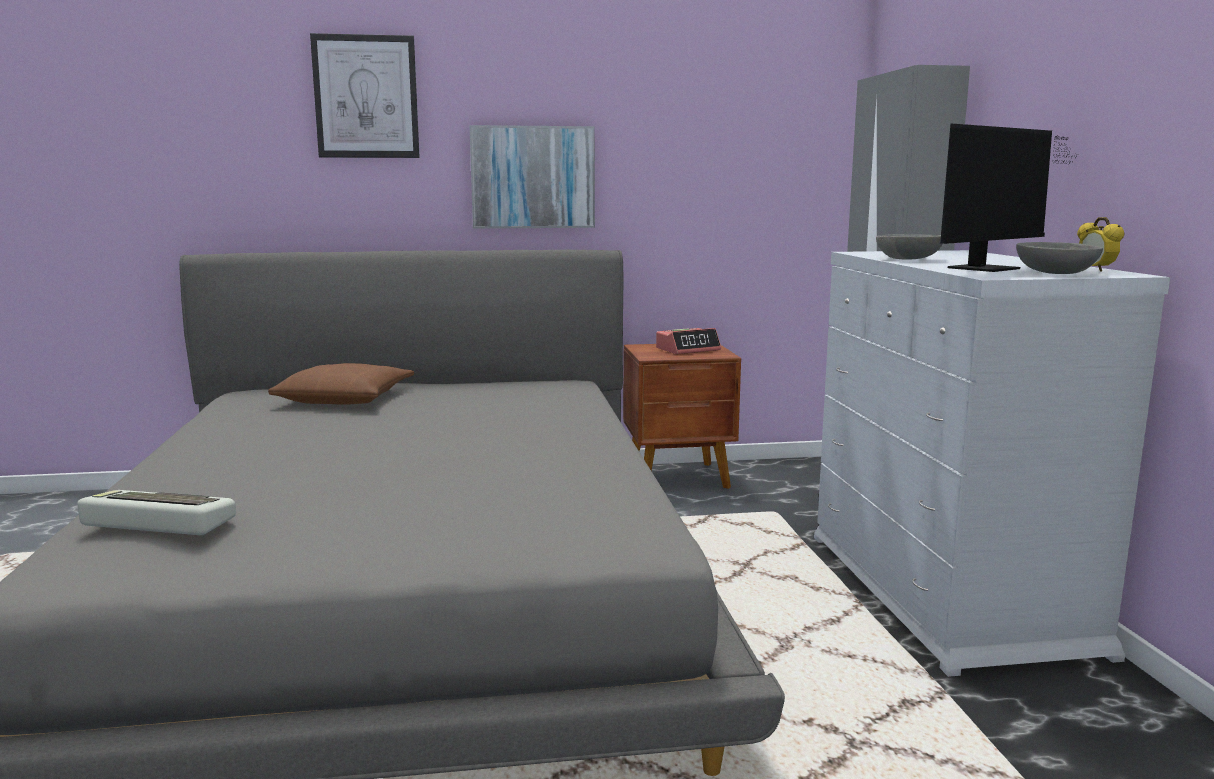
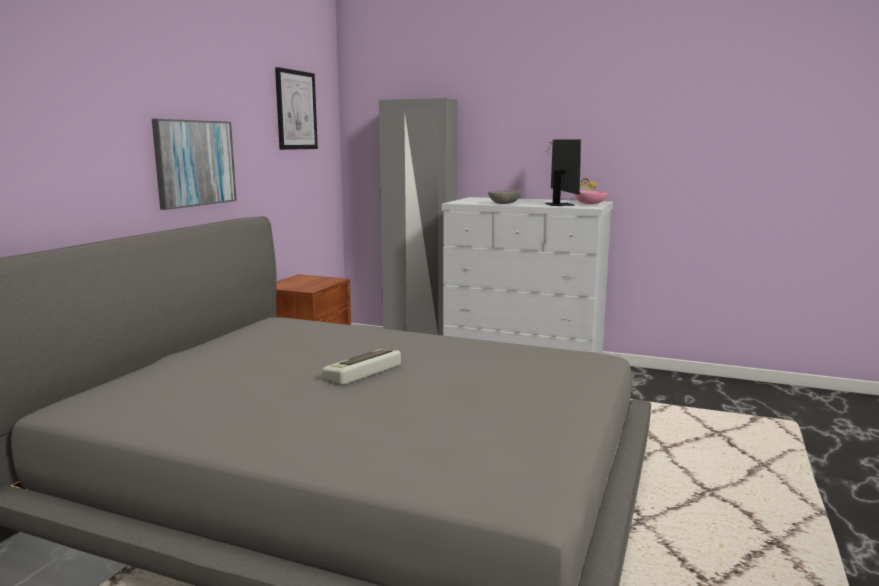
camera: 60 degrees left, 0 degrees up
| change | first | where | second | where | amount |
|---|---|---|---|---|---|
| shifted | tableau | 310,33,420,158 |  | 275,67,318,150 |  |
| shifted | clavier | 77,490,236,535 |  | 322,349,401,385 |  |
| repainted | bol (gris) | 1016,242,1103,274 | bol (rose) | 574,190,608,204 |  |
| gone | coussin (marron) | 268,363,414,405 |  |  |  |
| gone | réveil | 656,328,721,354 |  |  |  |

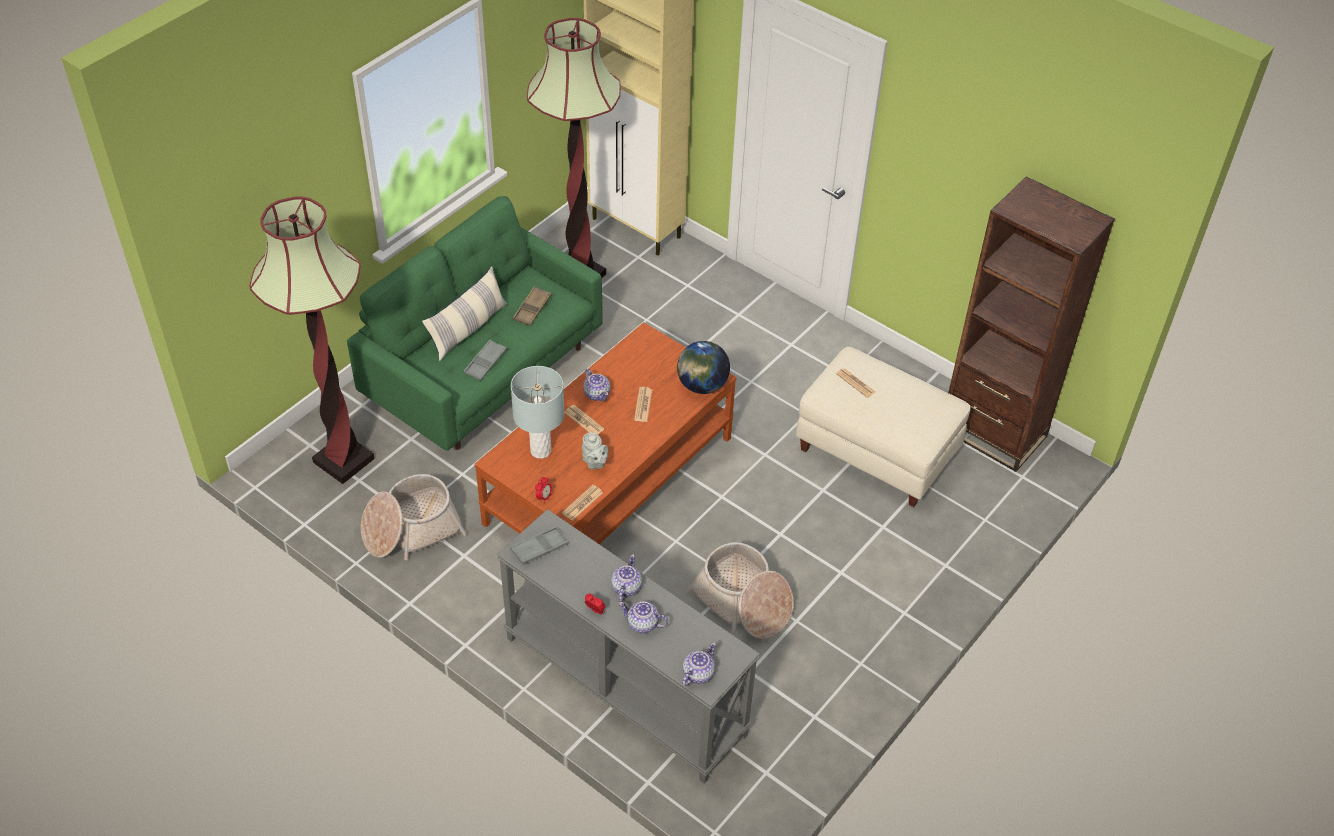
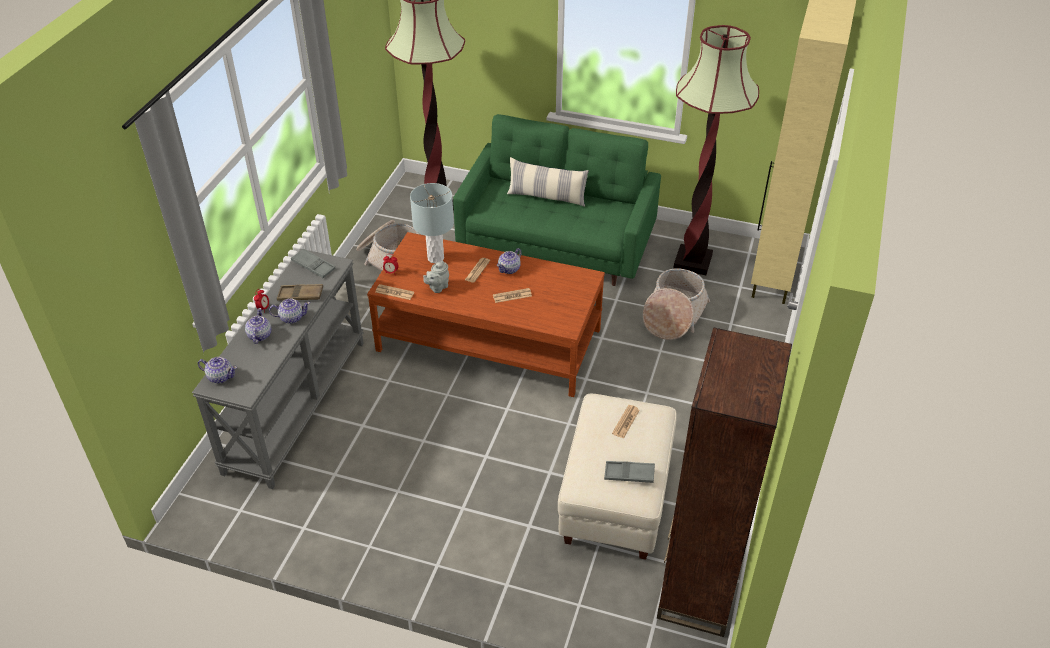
camera: 70 degrees right, 5 degrees down
| change | first | where | second | where | amount |
|---|---|---|---|---|---|
| shifted | plateau (marron) | 513,287,552,326 |  | 277,284,323,301 |  |
| shifted | plateau (gris) | 464,340,507,381 |  | 604,461,655,483 |  |
| shifted | panier | 686,542,794,639 |  | 643,268,710,340 |  |
| gone | globe | 677,341,730,394 |  |  |  |

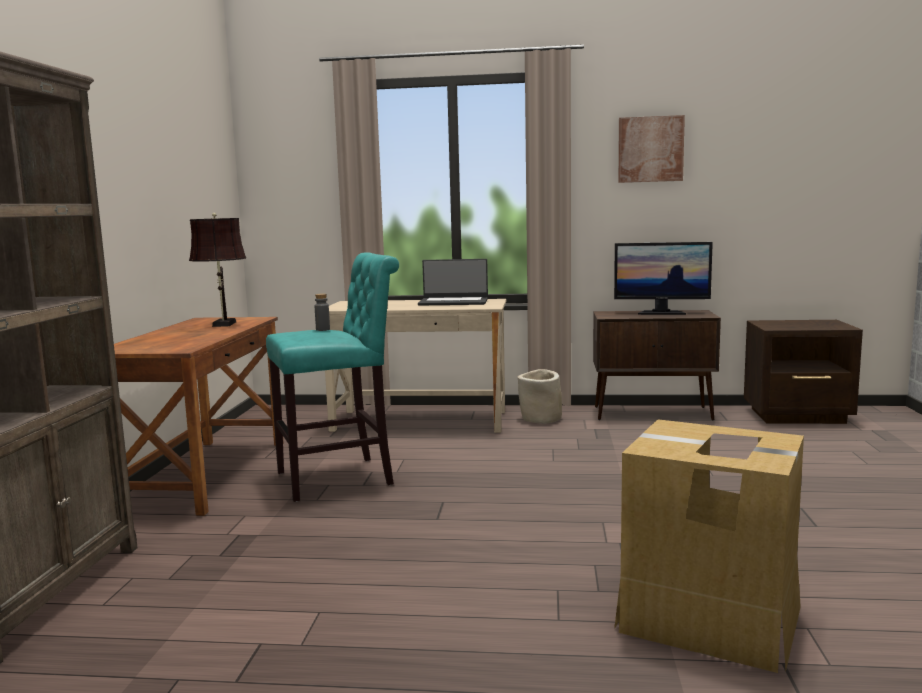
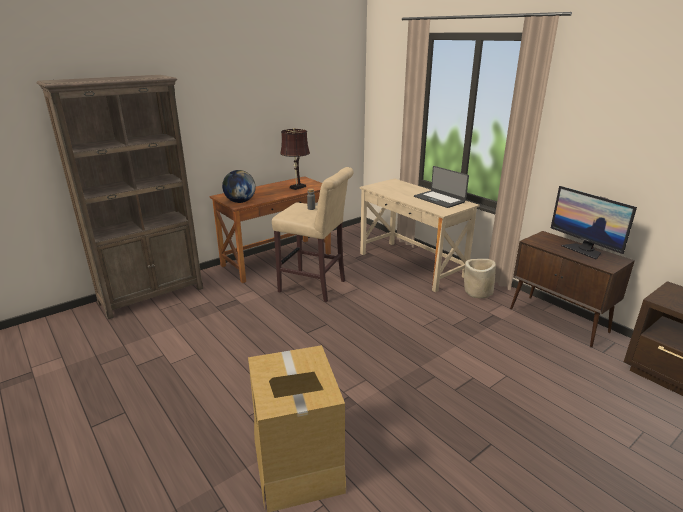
camera: 45 degrees right, 15 degrees up
| change | first | where | second | where | amount |
|---|---|---|---|---|---|
| new |  |  | globe | 222,170,256,203 |  |
| repainted | tabouret (turquoise) | 266,252,399,502 | tabouret (beige) | 272,167,354,302 |  |
| gone | tableau | 618,115,685,183 |  |  |  |

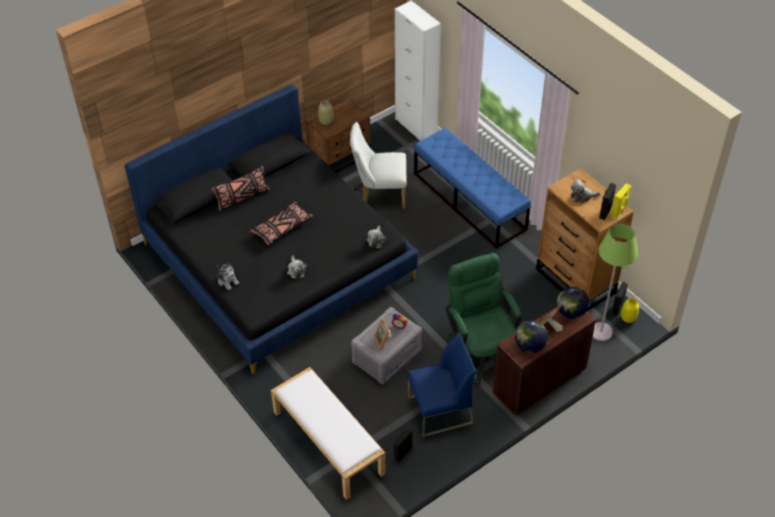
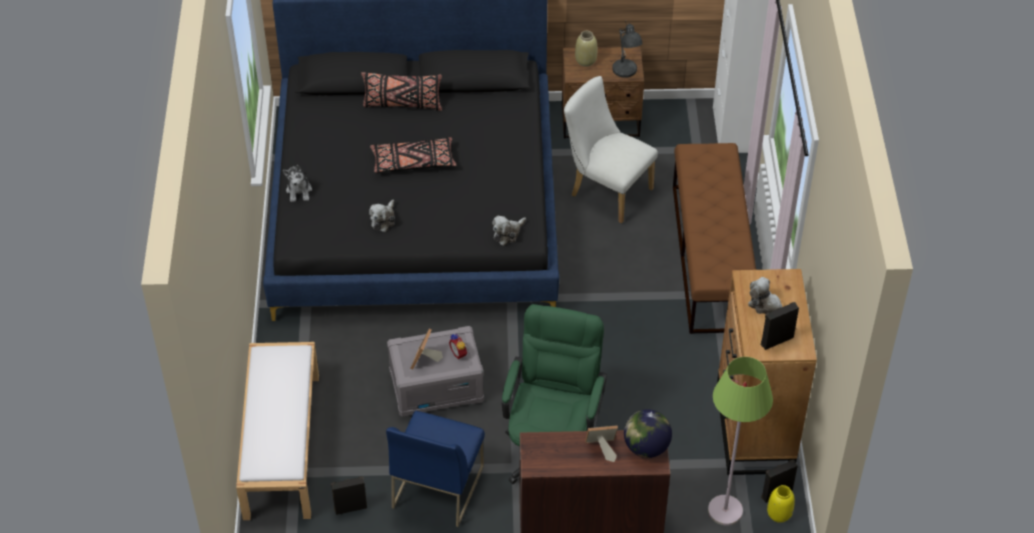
camera: 35 degrees right, 0 degrees up
| change | first | where | second | where | amount |
|---|---|---|---|---|---|
| rotated | chaise (bleu) | 407,333,476,437 |  | 386,411,485,527 | 90 degrees clockwise |
| new |  |  | lampe de table (gris) | 608,21,643,78 |  |
| repainted | banc (bleu) | 414,128,531,249 | banc (marron) | 673,143,756,334 |  |
| gone | globe | 515,320,548,353 |  |  |  |
| gone | enceinte (jaune) | 611,183,631,220 |  |  |  |

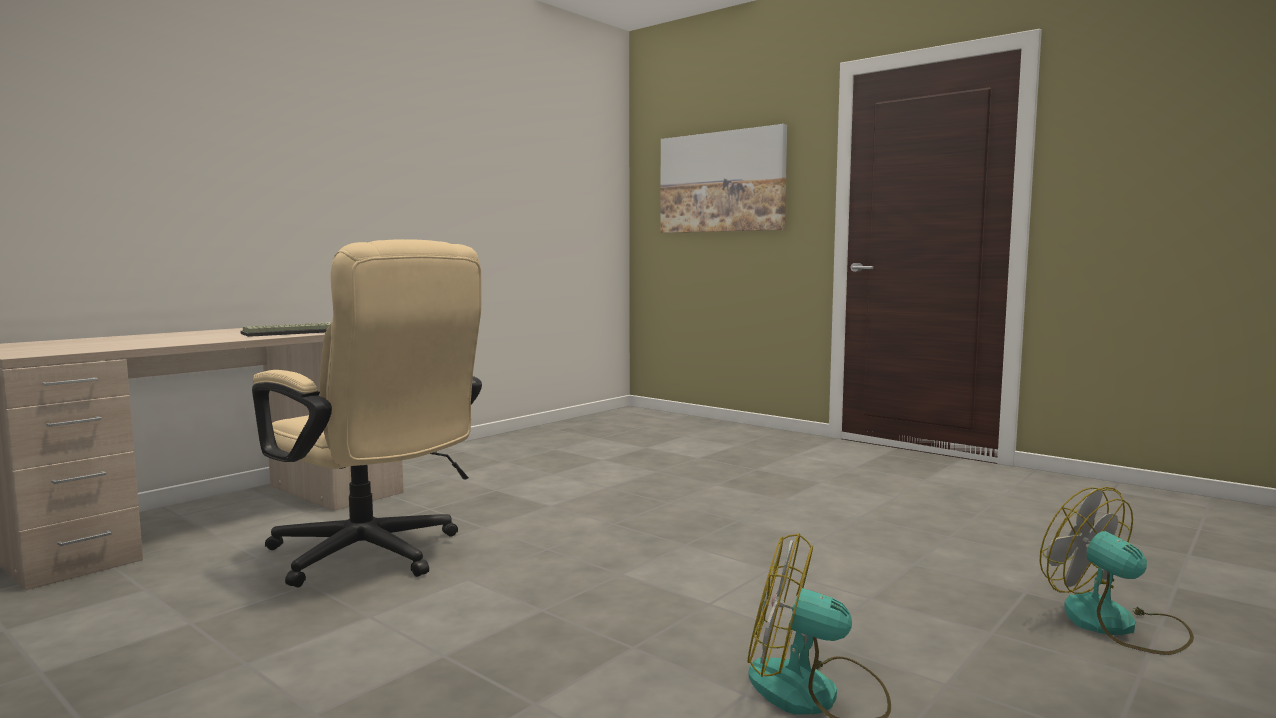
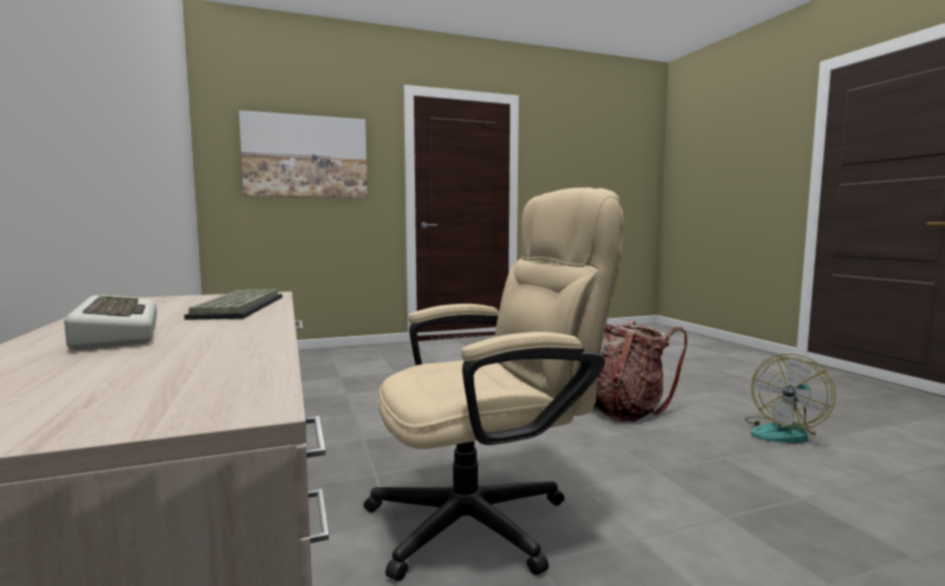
camera: 60 degrees left, 0 degrees up
| change | first | where | second | where | amount |
|---|---|---|---|---|---|
| new |  |  | clavier | 64,295,157,350 |  |
| new |  |  | sac à dos | 593,320,688,422 |  |
| gone | ventilateur | 1039,487,1194,655 |  |  |  |

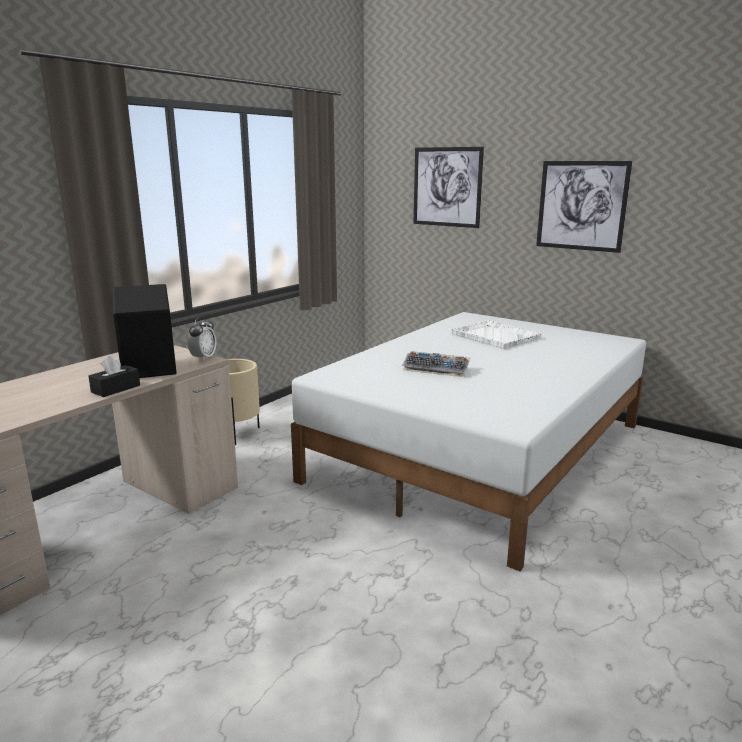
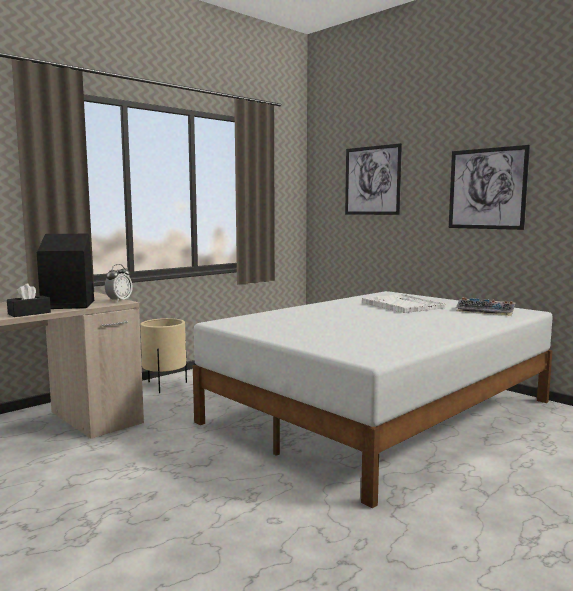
camera: 10 degrees right, 10 degrees down
| change | first | where | second | where | amount |
|---|---|---|---|---|---|
| shifted | clavier | 402,351,470,377 |  | 456,297,516,316 |  |

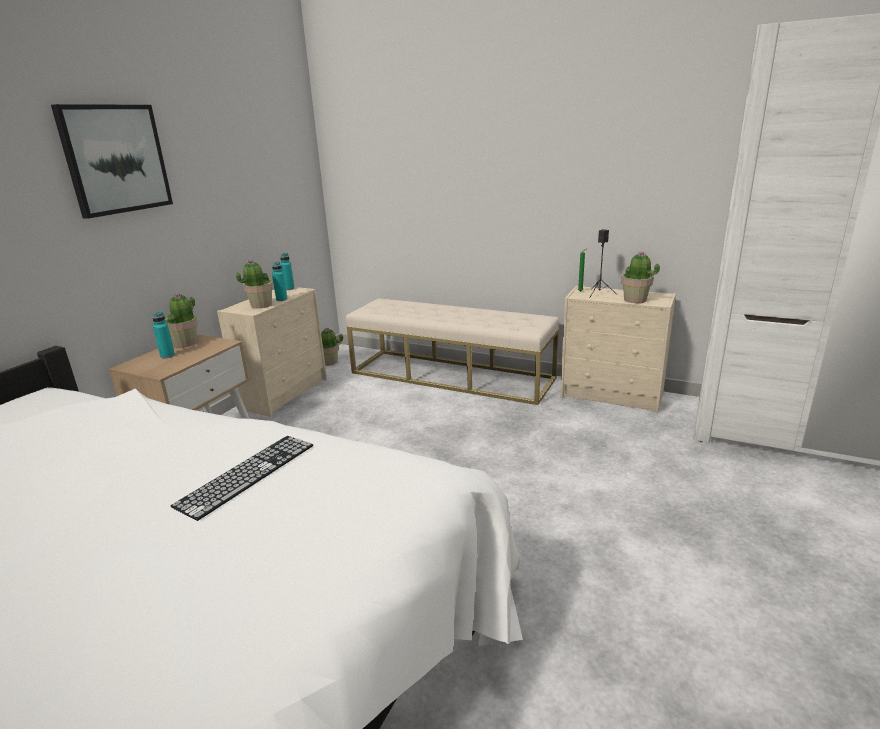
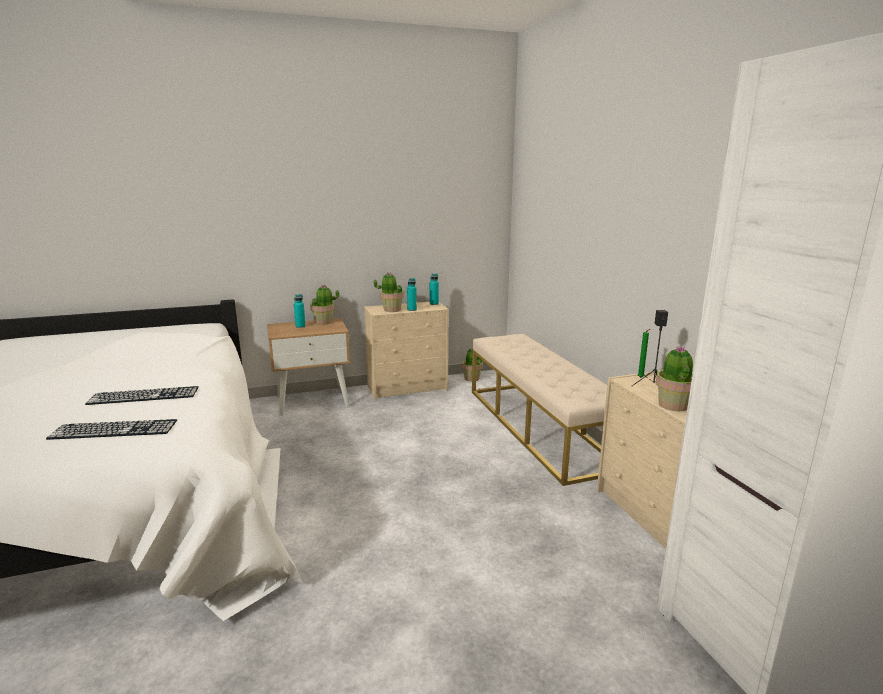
camera: 45 degrees right, 5 degrees down
| change | first | where | second | where | amount |
|---|---|---|---|---|---|
| new |  |  | clavier | 46,419,177,440 |  |
| gone | tableau | 51,104,173,219 |  |  |  |

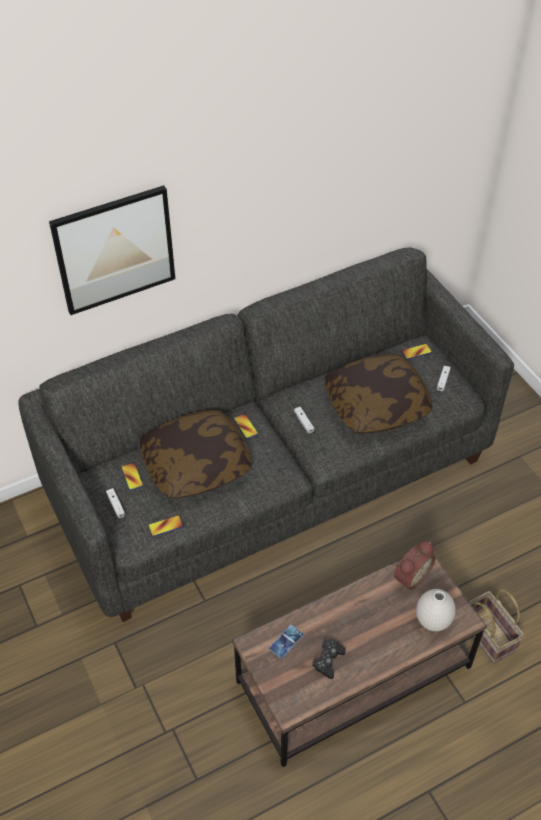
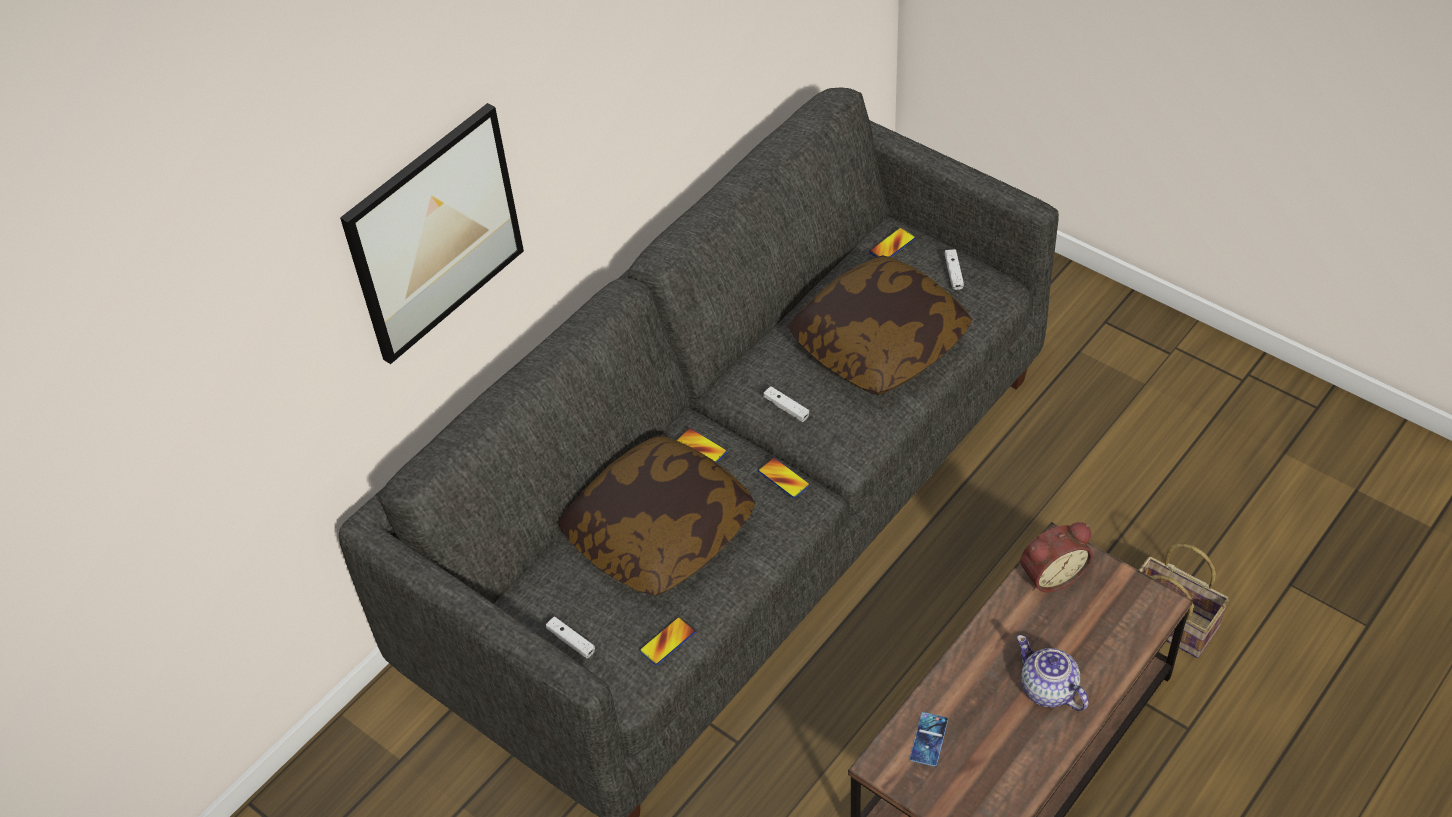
camera: 20 degrees left, 0 degrees up
| change | first | where | second | where | amount |
|---|---|---|---|---|---|
| shifted | téléphone | 121,462,144,491 |  | 758,457,810,498 |  |
| new |  |  | théière | 1017,635,1089,711 |  |
| rotated | réveil | 394,541,435,590 |  | 1020,522,1093,592 | 45 degrees clockwise |
| gone | manette (noir) | 312,639,346,679 |  |  |  |
| gone | vase (blanc) | 416,589,456,631 |  |  |  |

